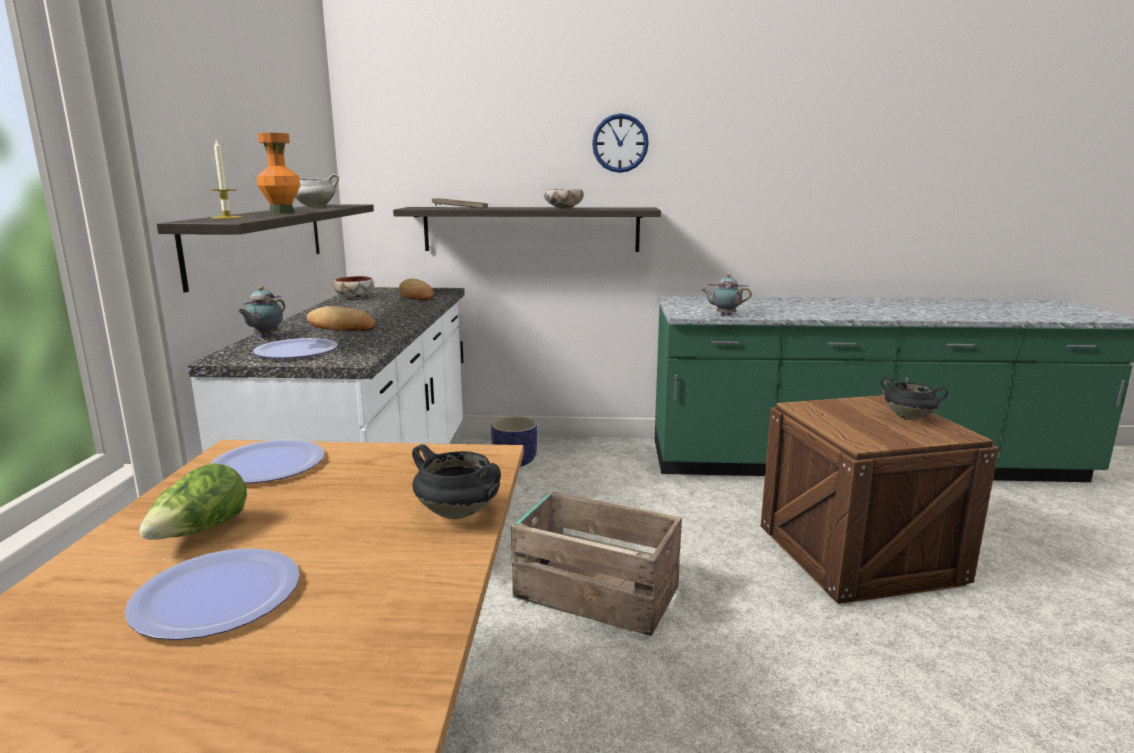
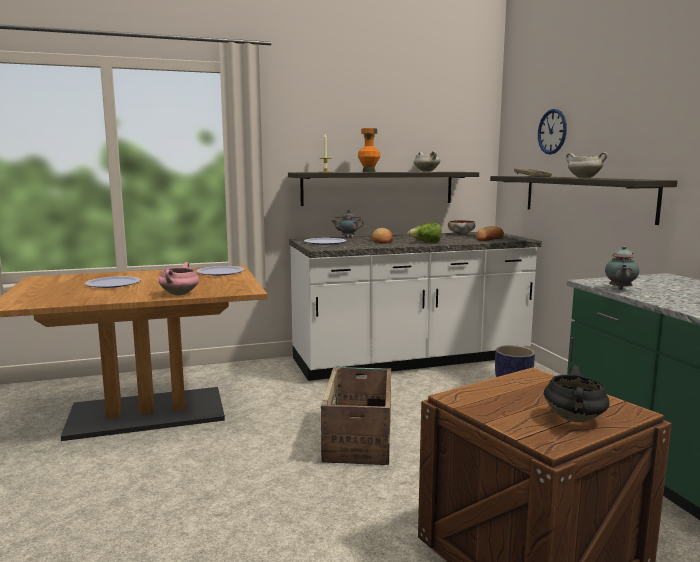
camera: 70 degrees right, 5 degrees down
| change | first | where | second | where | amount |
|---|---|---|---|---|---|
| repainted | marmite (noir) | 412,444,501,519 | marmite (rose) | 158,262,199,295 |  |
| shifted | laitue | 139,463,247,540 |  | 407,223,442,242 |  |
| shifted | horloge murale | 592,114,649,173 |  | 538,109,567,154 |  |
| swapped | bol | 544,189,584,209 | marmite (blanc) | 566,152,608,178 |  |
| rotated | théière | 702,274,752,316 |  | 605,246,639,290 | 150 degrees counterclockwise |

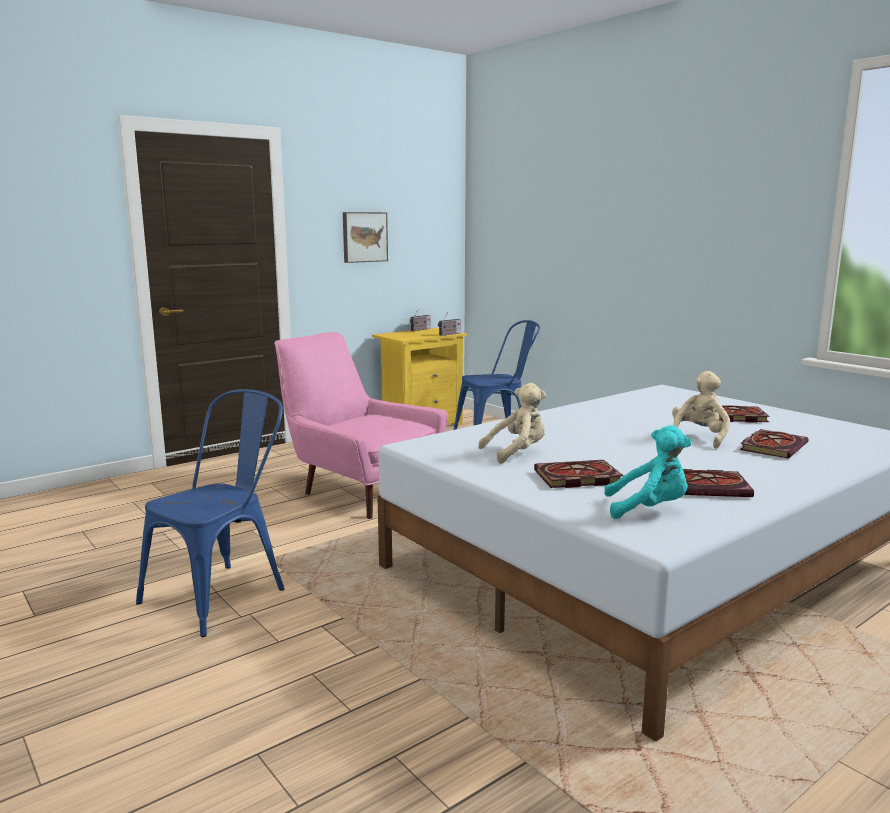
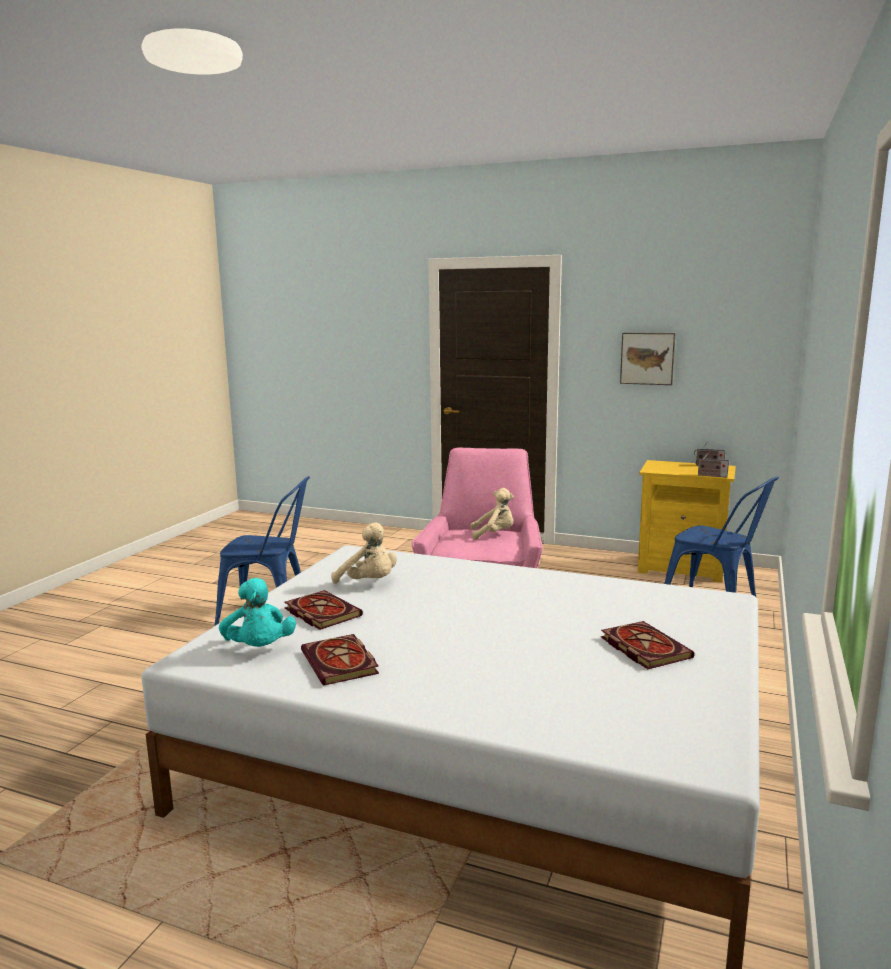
camera: 60 degrees right, 0 degrees up
| change | first | where | second | where | amount |
|---|---|---|---|---|---|
| shifted | peluche (beige) | 672,371,730,449 |  | 470,488,514,540 |  |
| gone | livre | 740,429,809,459 |  |  |  |

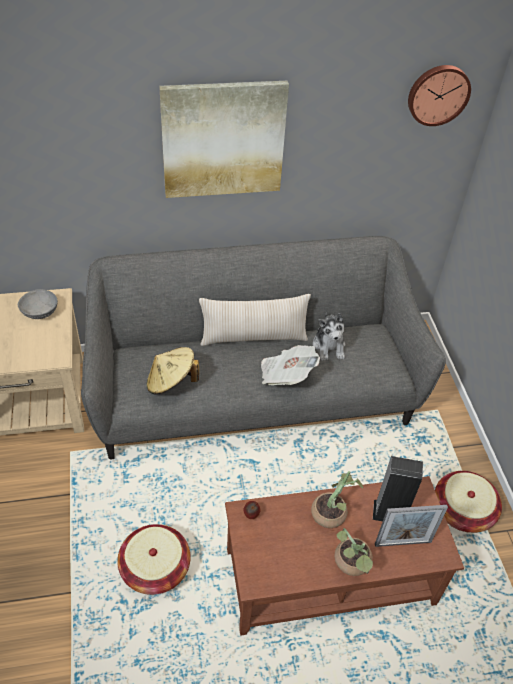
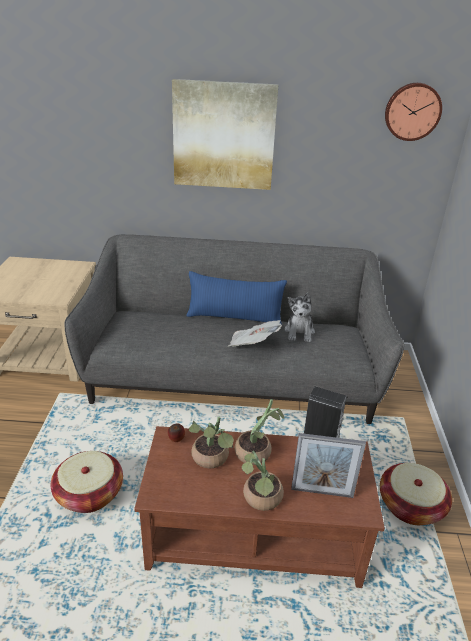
camera: 15 degrees right, 15 degrees down
| change | first | where | second | where | amount |
|---|---|---|---|---|---|
| repainted | coussin (beige) | 199,294,311,346 | coussin (bleu) | 186,271,287,325 |  |
| new |  |  | plante en pot | 189,416,234,468 |  |
| gone | bol (gris) | 18,289,58,319 |  |  |  |
| gone | chapeau (beige) | 147,347,199,395 |  |  |  |

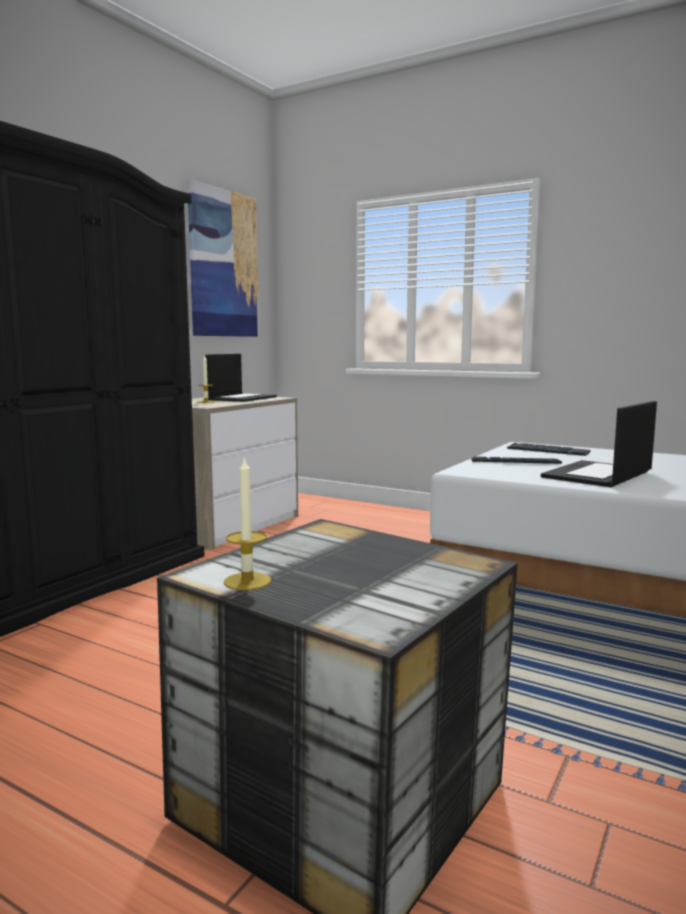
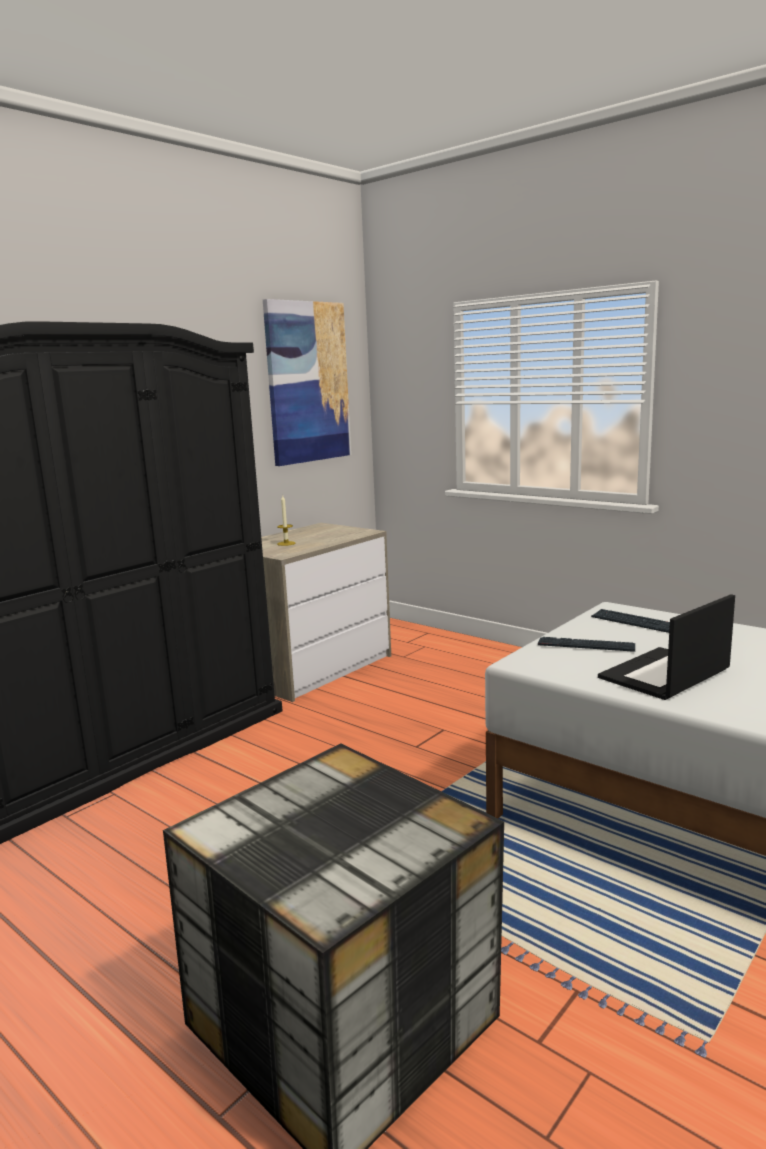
camera: 10 degrees right, 5 degrees up
| change | first | where | second | where | amount |
|---|---|---|---|---|---|
| gone | ordinateur portable | 205,354,277,402 |  |  |  |
| gone | bougie | 224,456,271,590 |  |  |  |

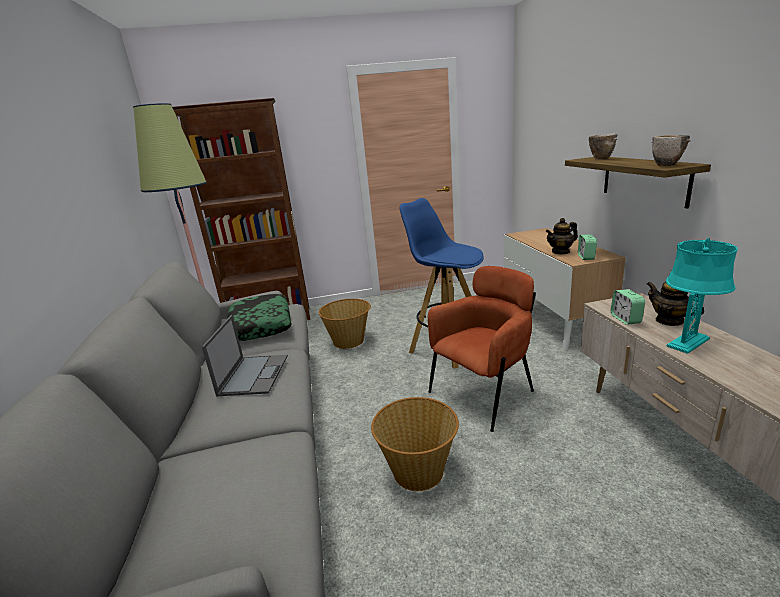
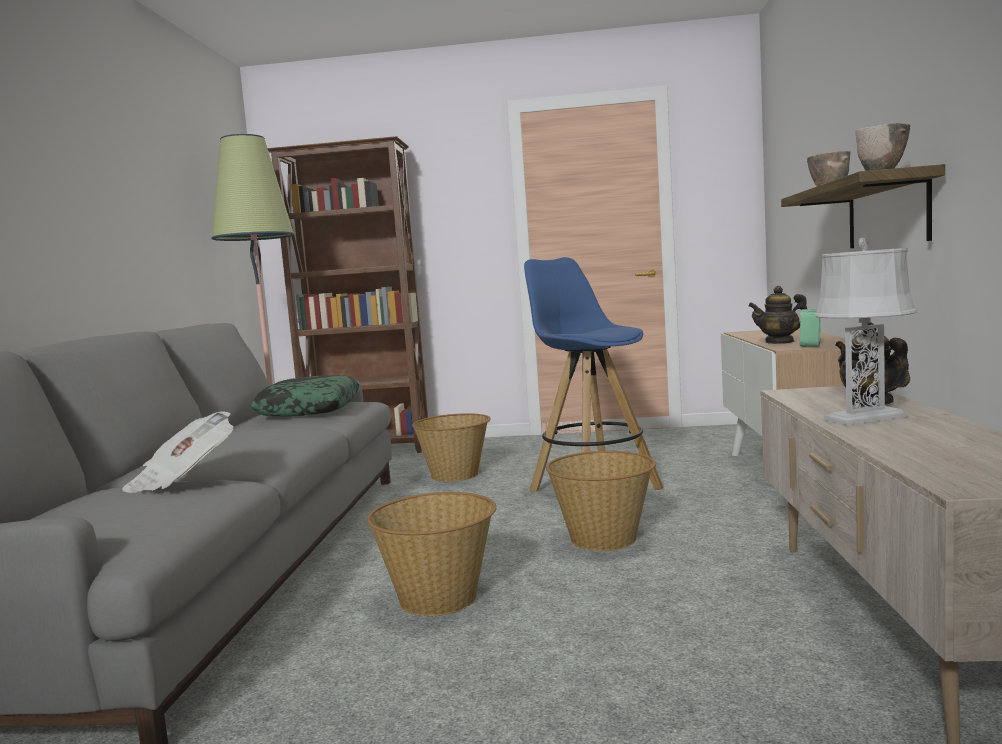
camera: 15 degrees right, 15 degrees down
| change | first | where | second | where | amount |
|---|---|---|---|---|---|
| new |  |  | journal | 122,411,233,493 |  |
| swapped | fauteuil (marron) | 428,266,536,432 | panier | 546,451,656,551 |  |
| repainted | lampe de table (turquoise) | 666,238,738,354 | lampe de table (gris) | 815,238,917,426 |  |
| gone | ordinateur portable | 202,315,288,396 |  |  |  |
| gone | réveil | 611,289,645,325 |  |  |  |

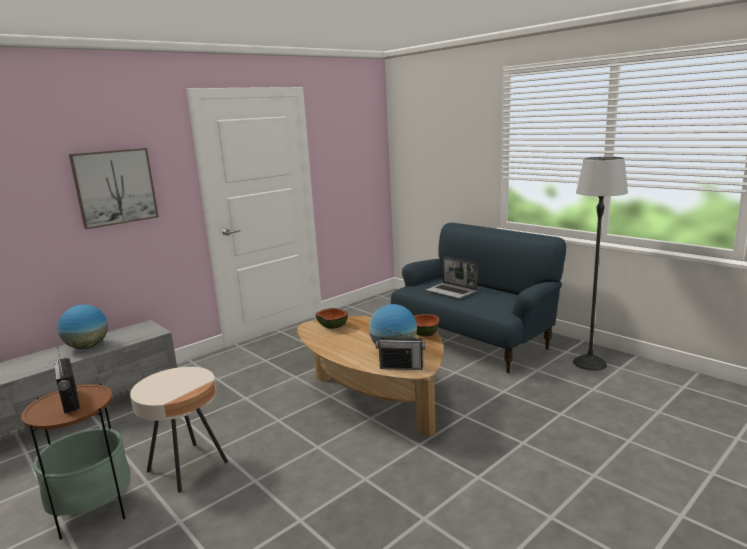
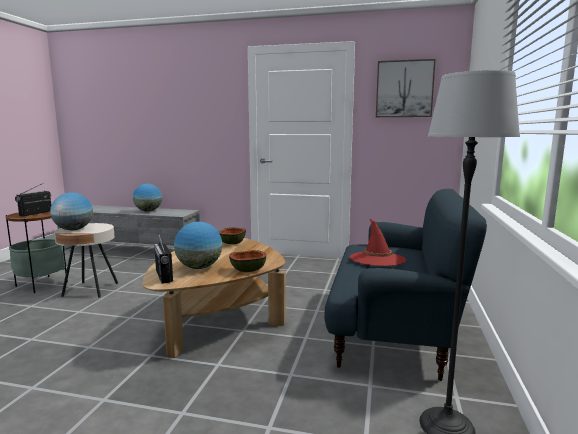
camera: 55 degrees right, 5 degrees down
| change | first | where | second | where | amount |
|---|---|---|---|---|---|
| new |  |  | globe | 50,193,93,230 |  |
| swapped | ordinateur portable | 426,257,477,299 | chapeau (rouge) | 350,218,406,266 |  |
| shifted | tableau | 69,148,159,229 |  | 376,59,436,117 |  |

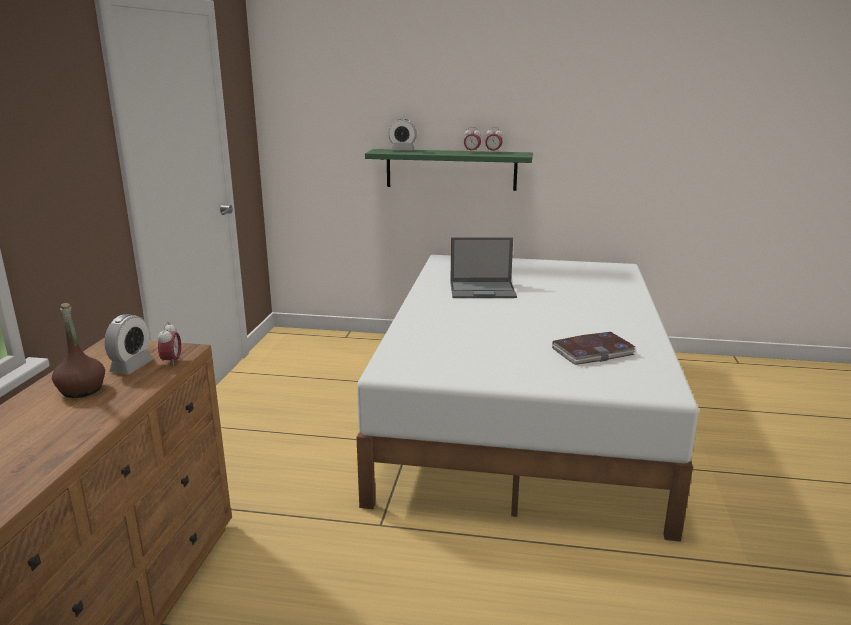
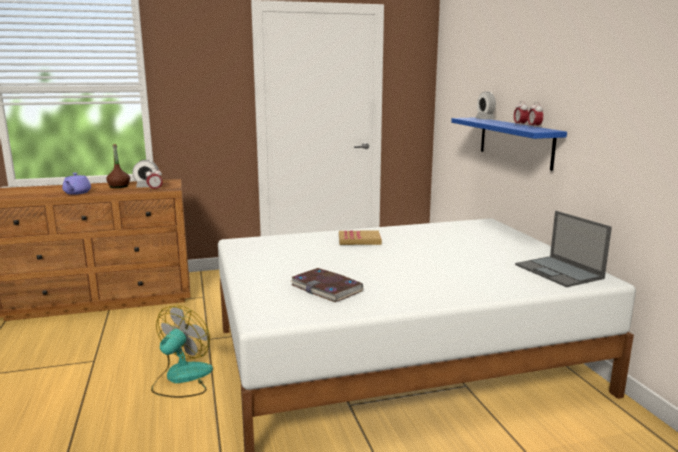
camera: 65 degrees right, 5 degrees down
| change | first | where | second | where | amount |
|---|---|---|---|---|---|
| new |  |  | théière (violet) | 62,173,91,195 |  |
| new |  |  | ventilateur | 151,305,213,398 |  |
| new |  |  | livre | 339,230,382,245 |  |
| repainted | étagère (vert) | 365,149,533,191 | étagère (bleu) | 451,117,567,171 |  |
| shifted | ordinateur portable | 450,237,517,298 |  | 515,211,612,287 |  |

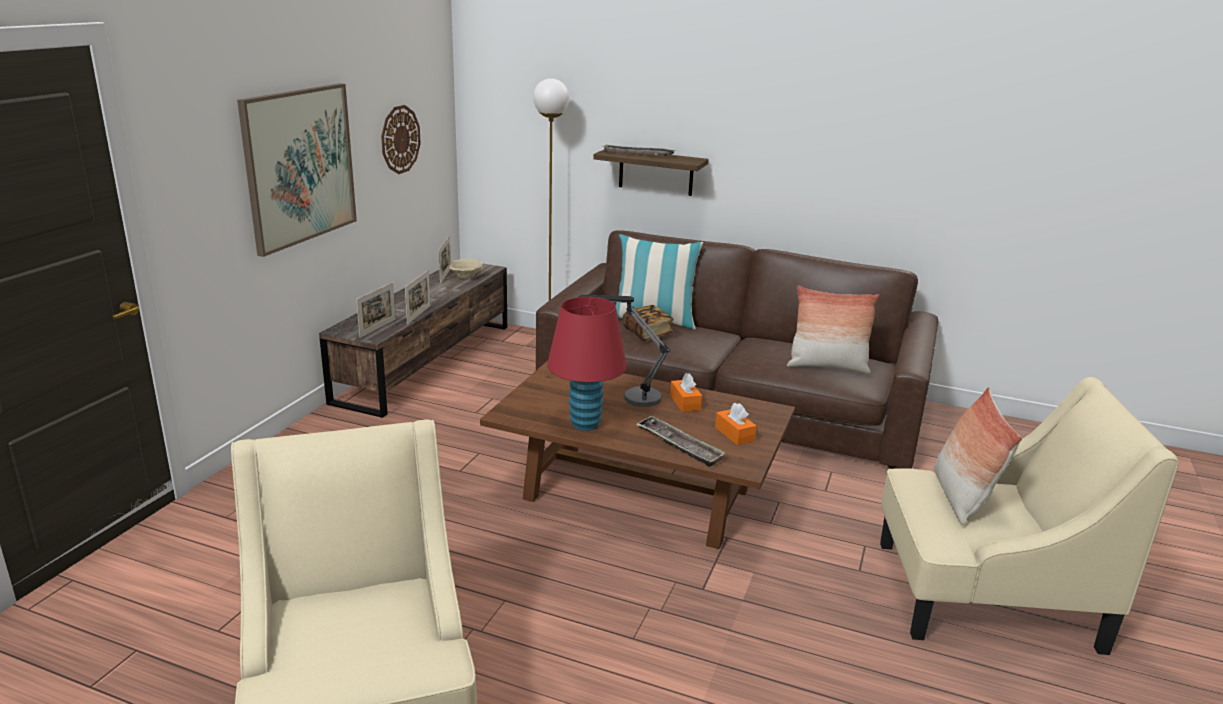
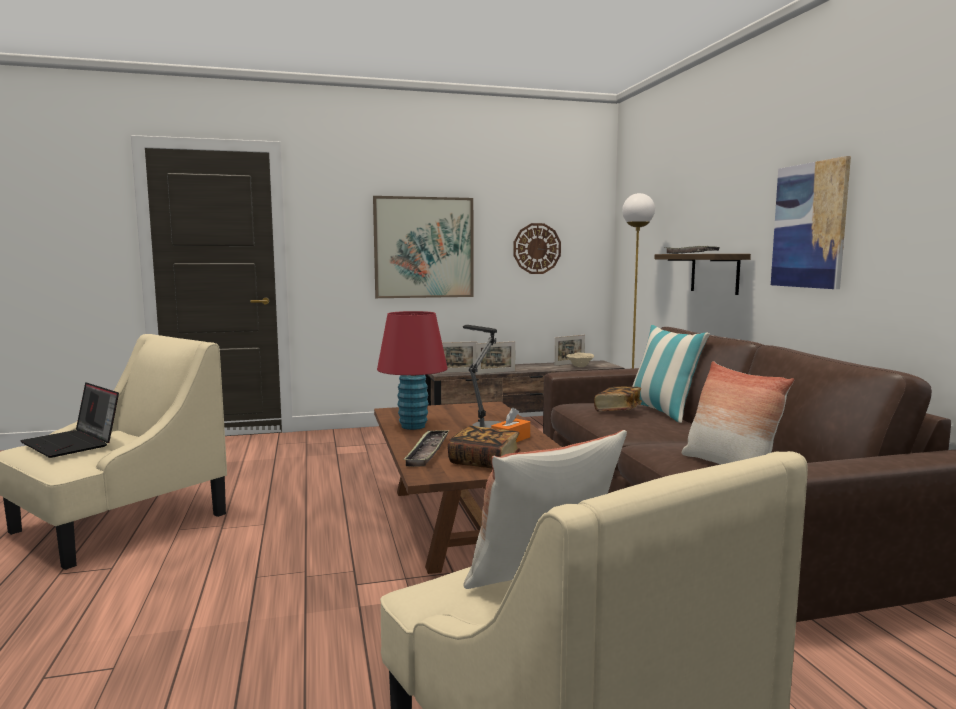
camera: 55 degrees right, 15 degrees down
| change | first | where | second | where | amount |
|---|---|---|---|---|---|
| new |  |  | ordinateur portable | 20,383,119,458 |  |
| swapped | boîte à mouchoirs (orange) | 715,403,757,445 | livre | 448,426,520,469 |  |
| new |  |  | tableau | 771,156,851,289 |  |

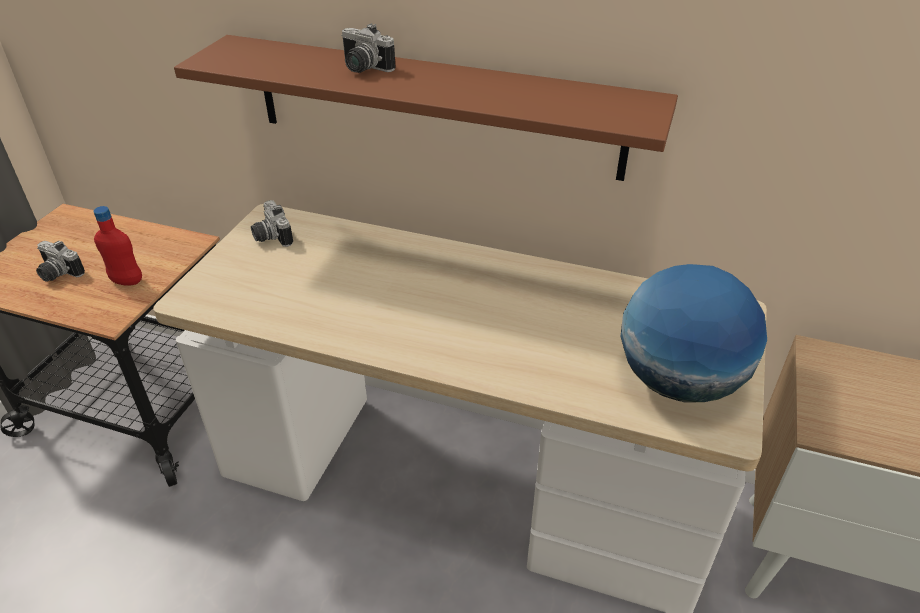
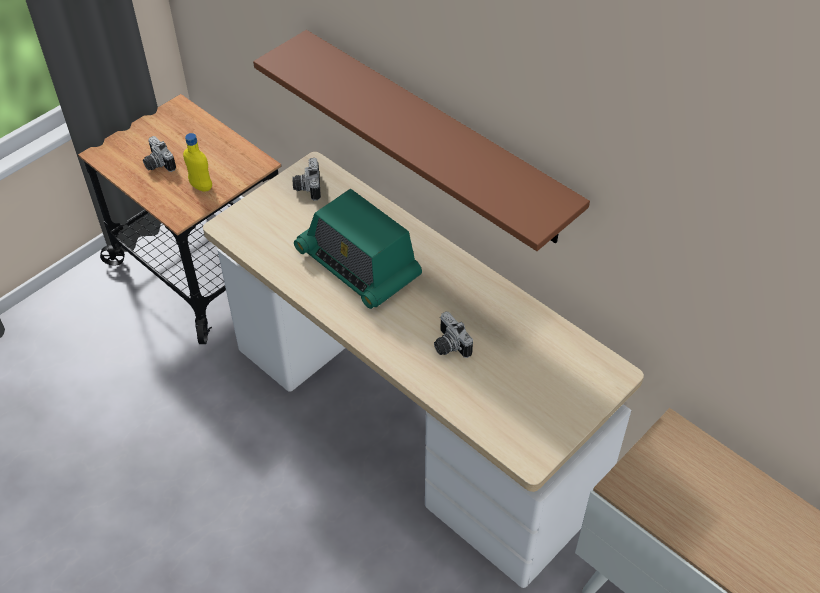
camera: 25 degrees right, 10 degrees up
| change | first | where | second | where | amount |
|---|---|---|---|---|---|
| repainted | bouteille (rouge) | 93,206,142,286 | bouteille (jaune) | 183,133,212,192 |  |
| new |  |  | radio | 294,189,422,309 |  |
| shifted | appareil photo | 341,23,396,73 |  | 434,312,473,358 |  |
| gone | globe | 621,264,767,402 |  |  |  |

